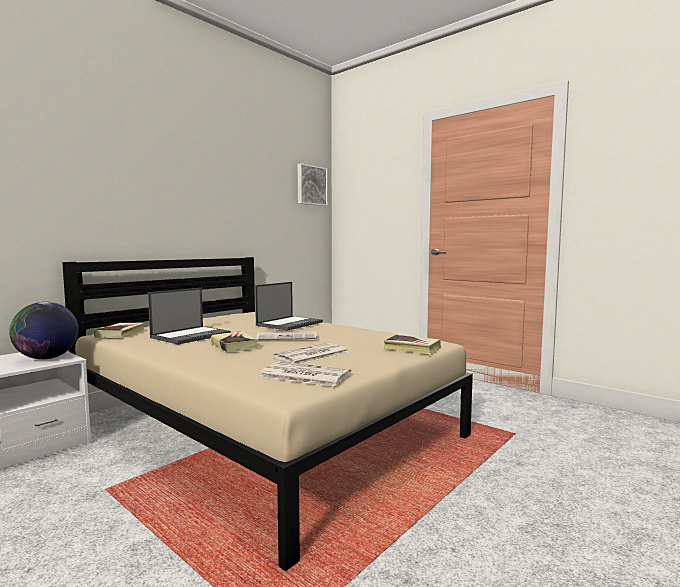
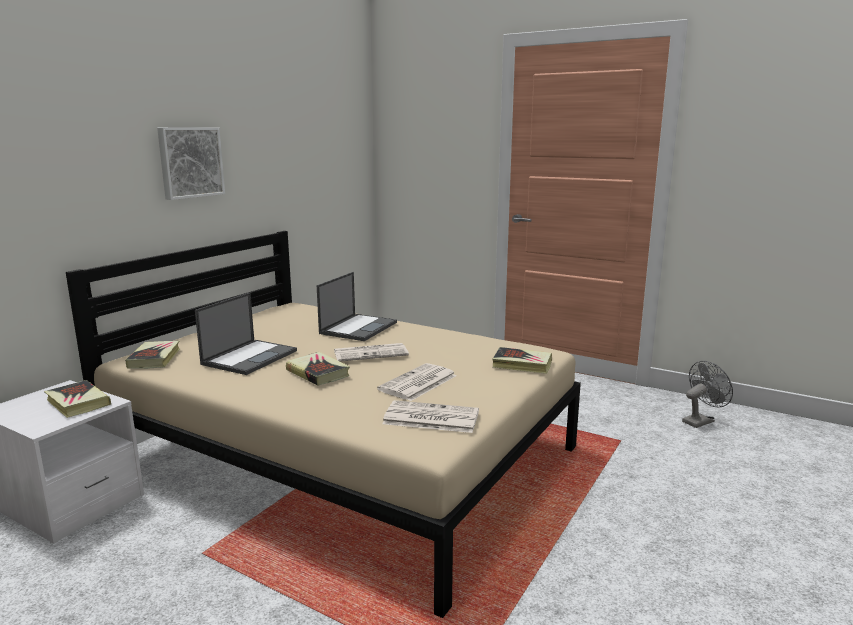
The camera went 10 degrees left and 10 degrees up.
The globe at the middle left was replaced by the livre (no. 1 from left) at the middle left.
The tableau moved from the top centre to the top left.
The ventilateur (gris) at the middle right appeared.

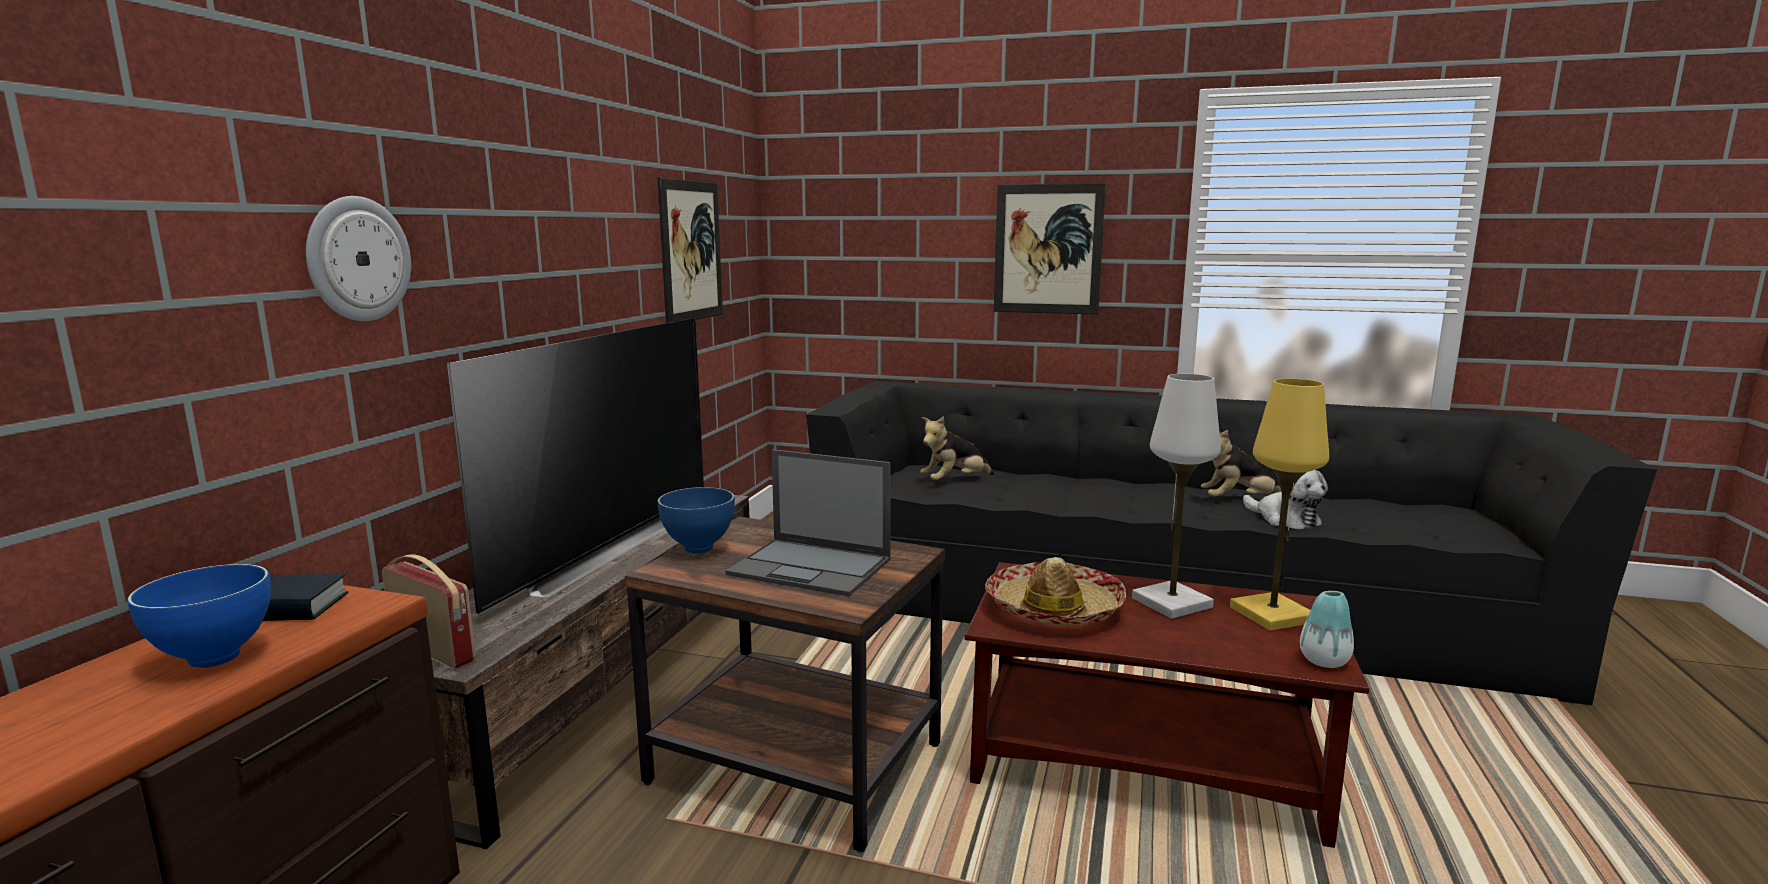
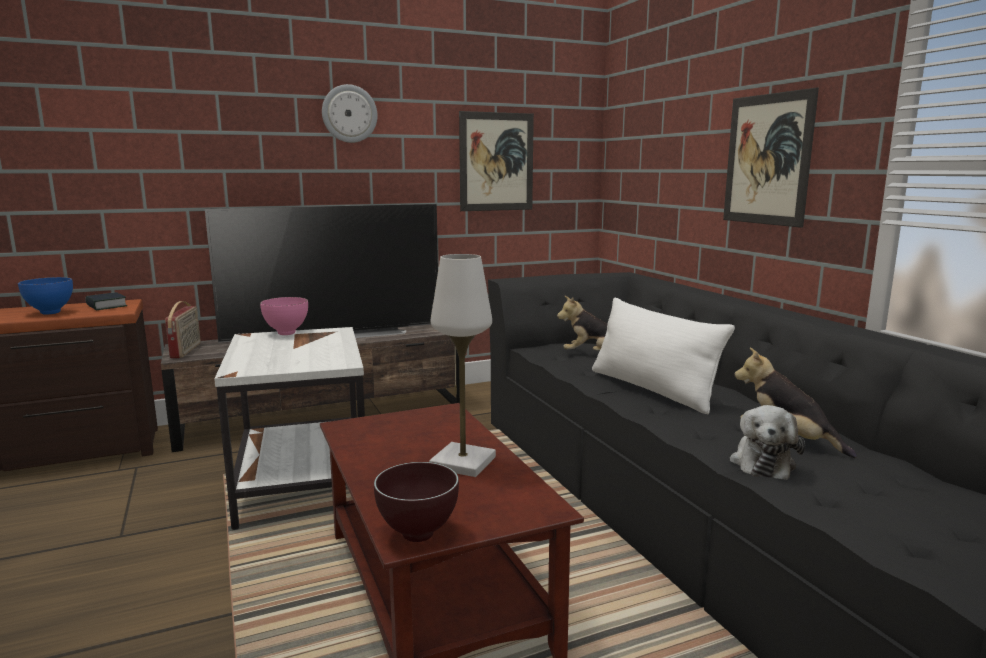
The camera went 50 degrees right and 0 degrees up.
The table d'appoint (marron) at the bottom centre became the table d'appoint (blanc) at the middle left.
The bol (bleu) (no. 2 from left) at the centre became the bol (rose) at the middle left.
The horloge murale moved from the top left to the top centre.
The vase at the bottom right was replaced by the bol (marron) at the bottom centre.
The coussin (blanc) at the middle right appeared.
The ordinateur portable at the centre disappeared.
The chapeau at the bottom centre disappeared.
The lampe de table (jaune) at the middle right disappeared.

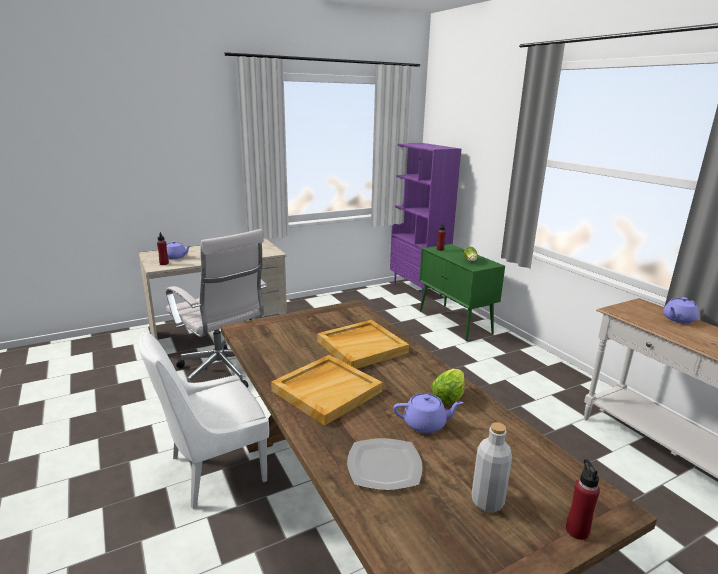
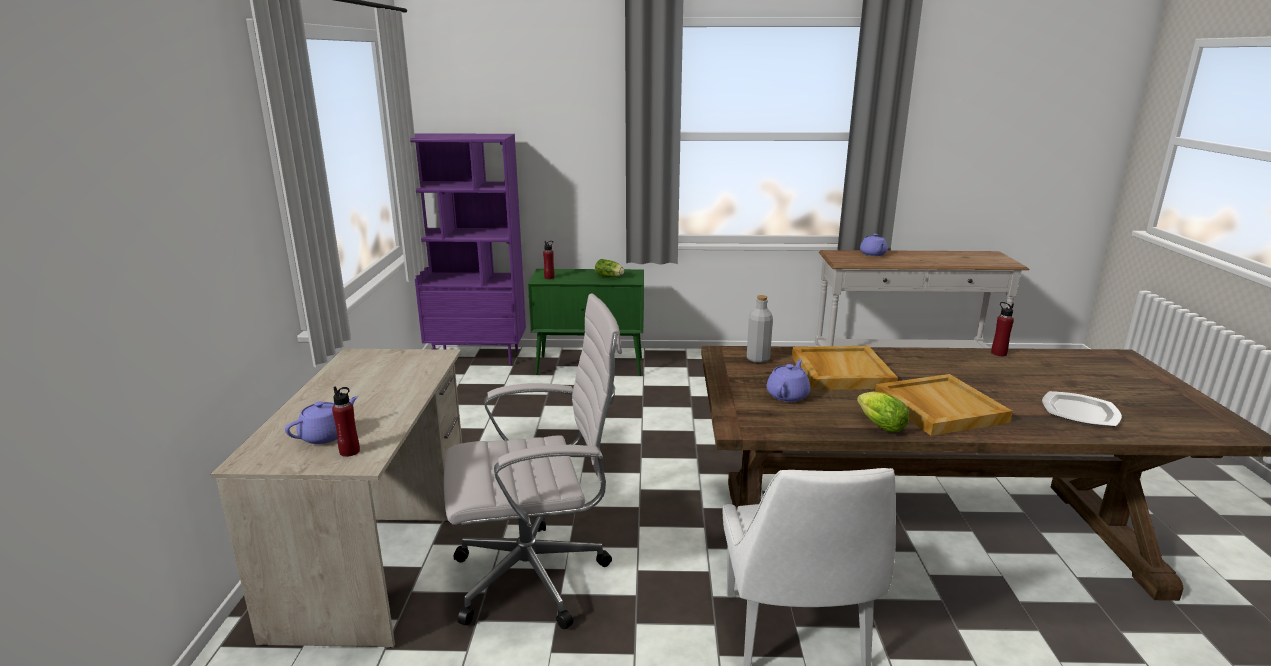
The camera went 60 degrees left and 0 degrees up.
The bouteille (gris) moved from the bottom right to the centre.
The théière (violet) (no. 2 from left) moved from the bottom centre to the centre.
The laitue (no. 1 from left in the first image) moved from the bottom centre to the middle right.
The bouteille (rouge) (no. 3 from left) moved from the bottom right to the middle right.

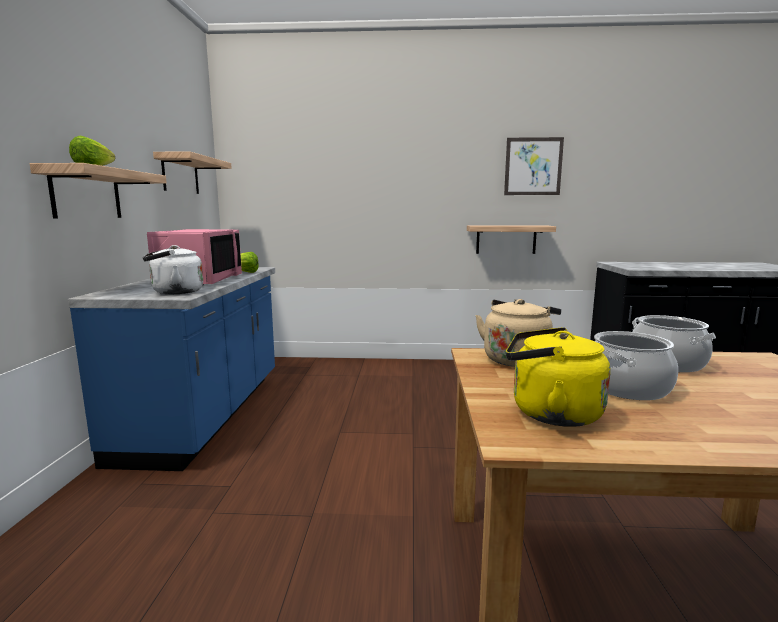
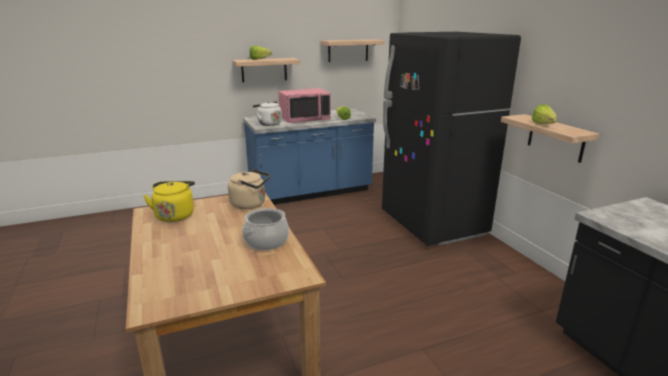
The camera went 65 degrees right and 10 degrees up.
The réfrigérateur (noir) at the middle right appeared.
The laitue (no. 3 from left) at the top right appeared.
The tableau at the top right disappeared.
The marmite (no. 1 from left) at the middle right disappeared.

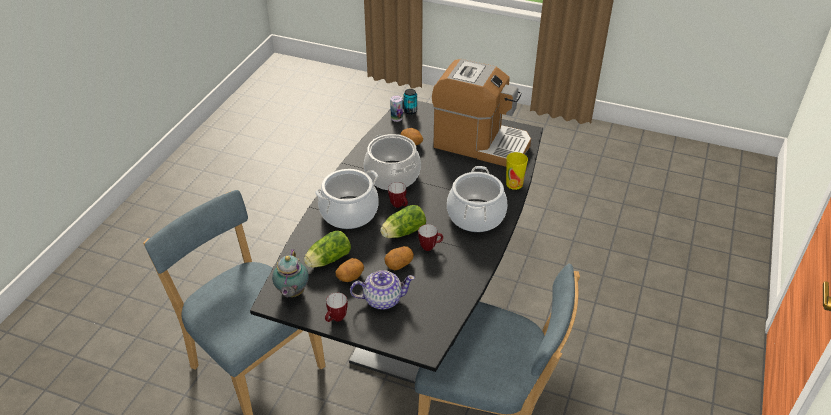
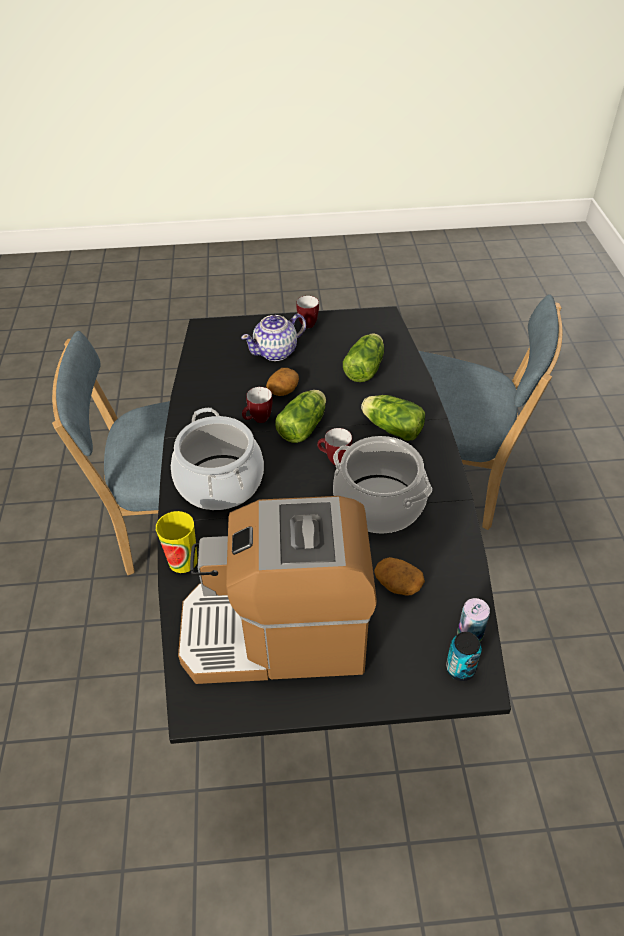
The camera went 155 degrees right and 5 degrees up.
The marmite (no. 1 from left) at the centre was replaced by the laitue (no. 3 from left) at the centre.
The théière (no. 1 from left) at the centre disappeared.
The pomme de terre (no. 1 from left) at the centre disappeared.

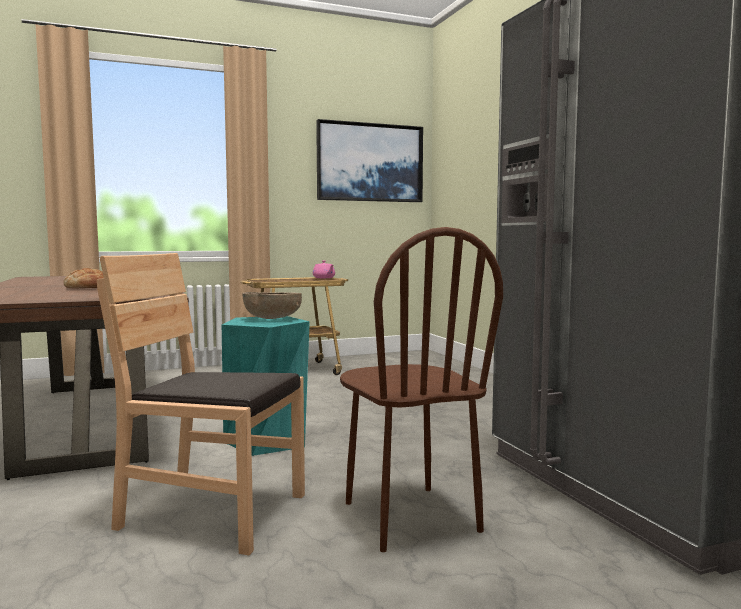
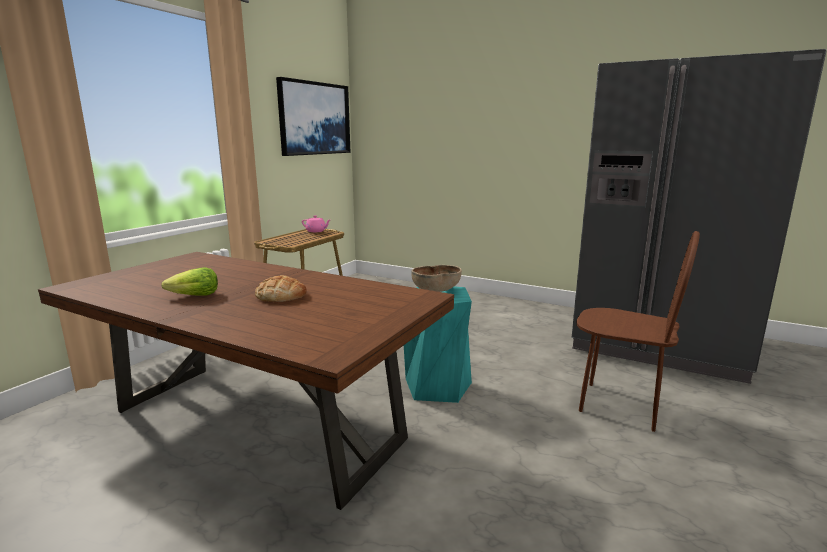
The camera went 40 degrees left and 10 degrees up.
The laitue at the middle left appeared.
The chaise (marron) (no. 1 from left) at the middle left disappeared.

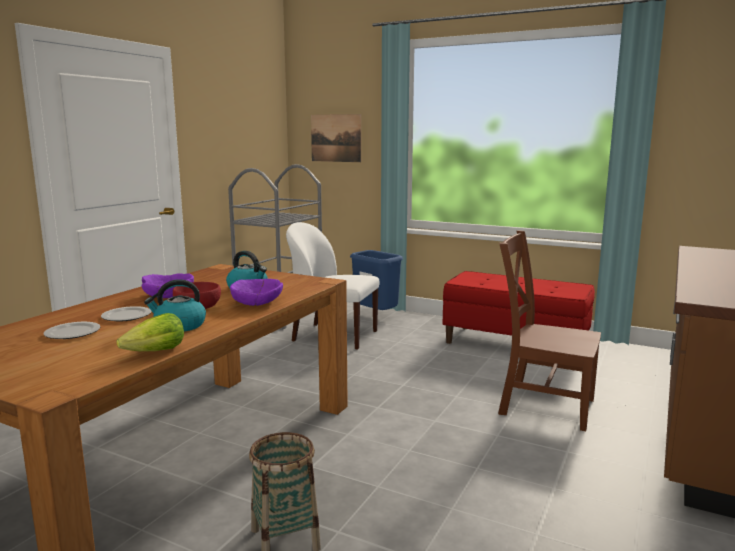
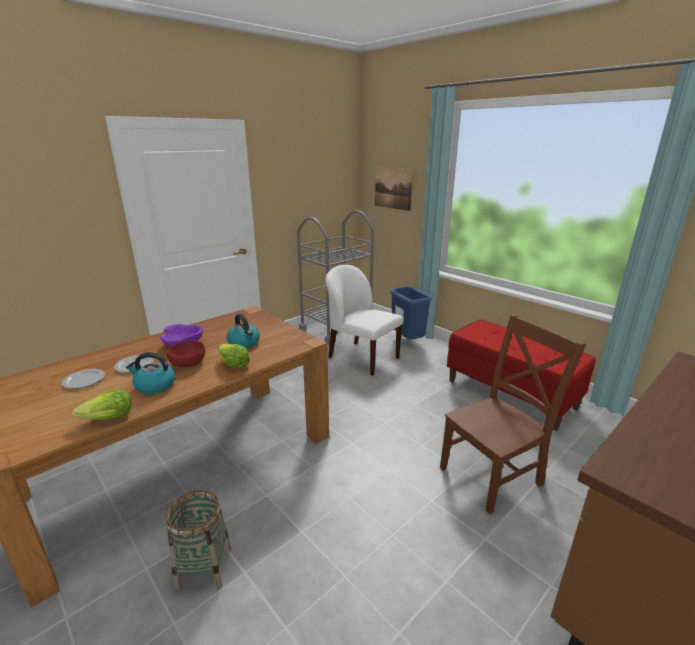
The camera went 20 degrees right and 10 degrees up.
The bol (violet) (no. 2 from left) at the centre was replaced by the laitue (no. 2 from left) at the centre.
The chaise (marron) at the middle right turned 105 degrees clockwise.

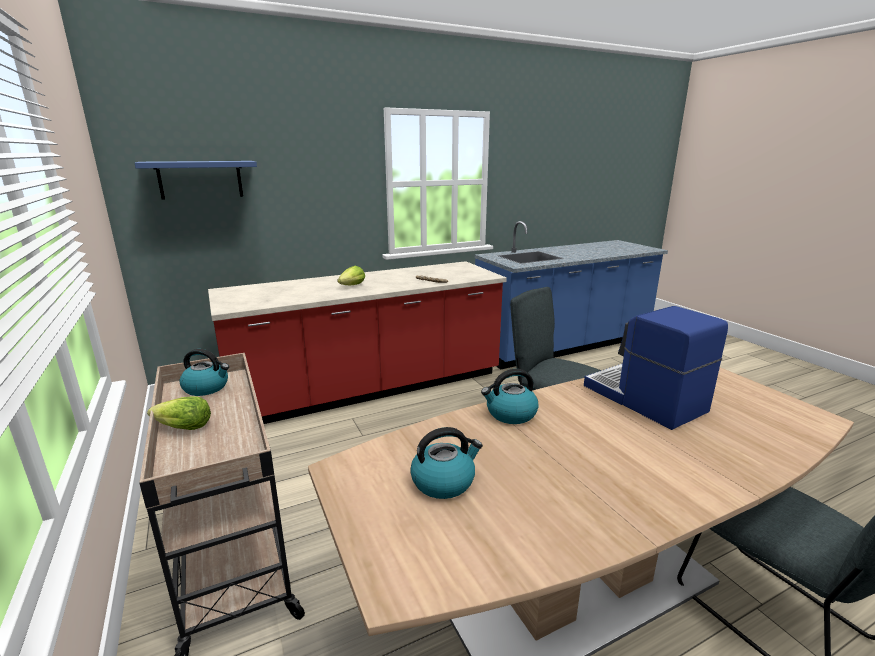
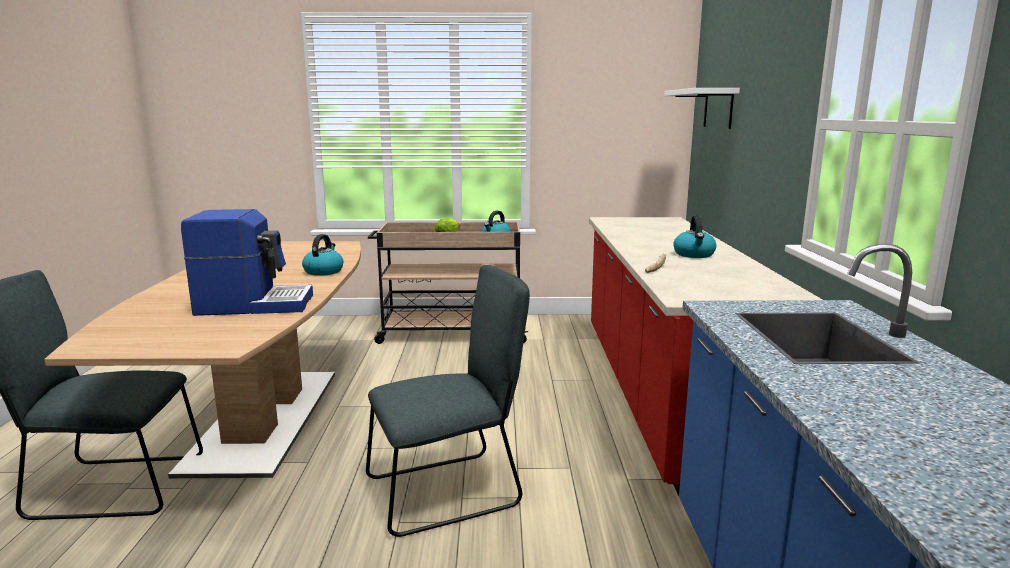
The camera went 115 degrees right and 5 degrees down.
The étagère (bleu) at the top left became the étagère (blanc) at the top right.
The bouilloire (no. 2 from left in the first image) moved from the bottom centre to the middle right.
The laitue (no. 2 from left) at the centre disappeared.

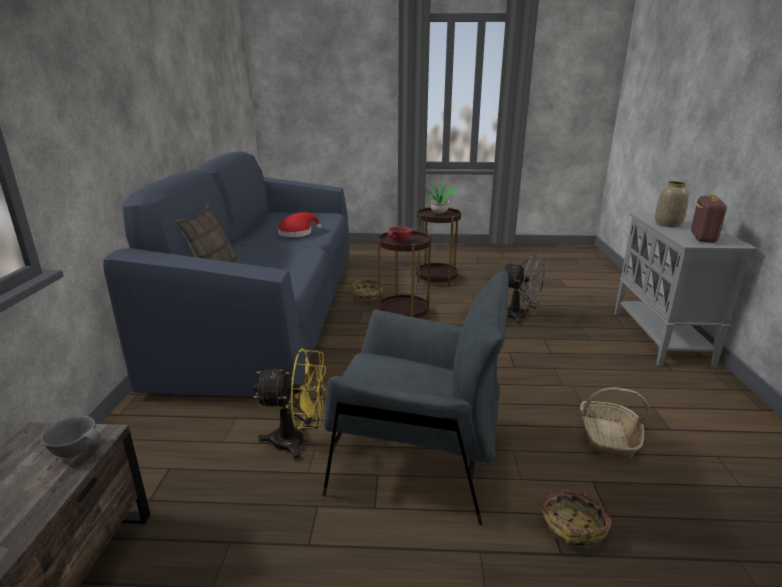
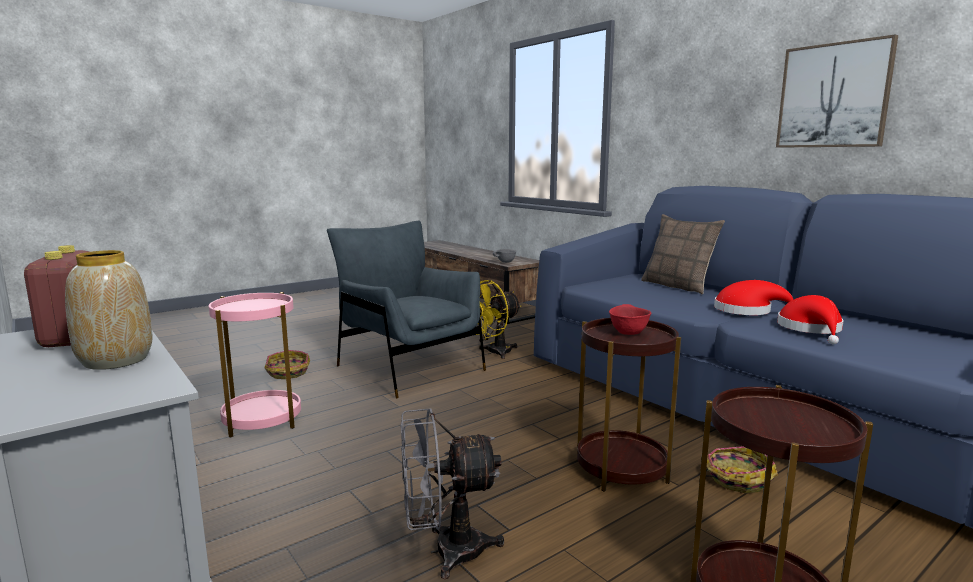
The camera went 140 degrees right and 10 degrees down.
The panier (no. 3 from left) at the bottom right was replaced by the table d'appoint (rose) at the middle left.
The fauteuil (gris) at the bottom centre turned 75 degrees clockwise.
The chapeau (rouge) (no. 1 from left) at the middle right appeared.
The tableau at the top right appeared.
The plante en pot at the centre disappeared.

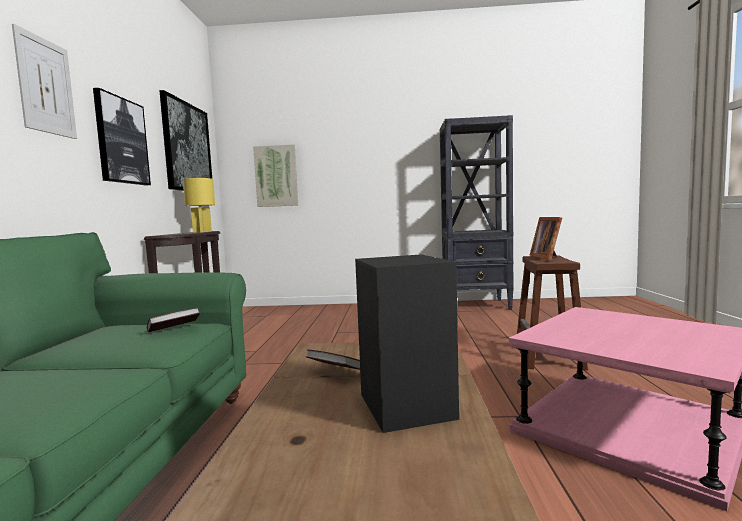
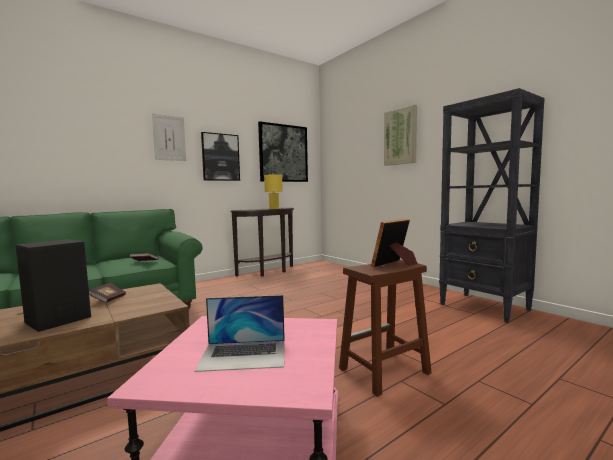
The camera went 50 degrees right and 0 degrees up.
The ordinateur portable at the bottom centre appeared.
The tableau (no. 4 from left) moved from the centre to the top centre.

